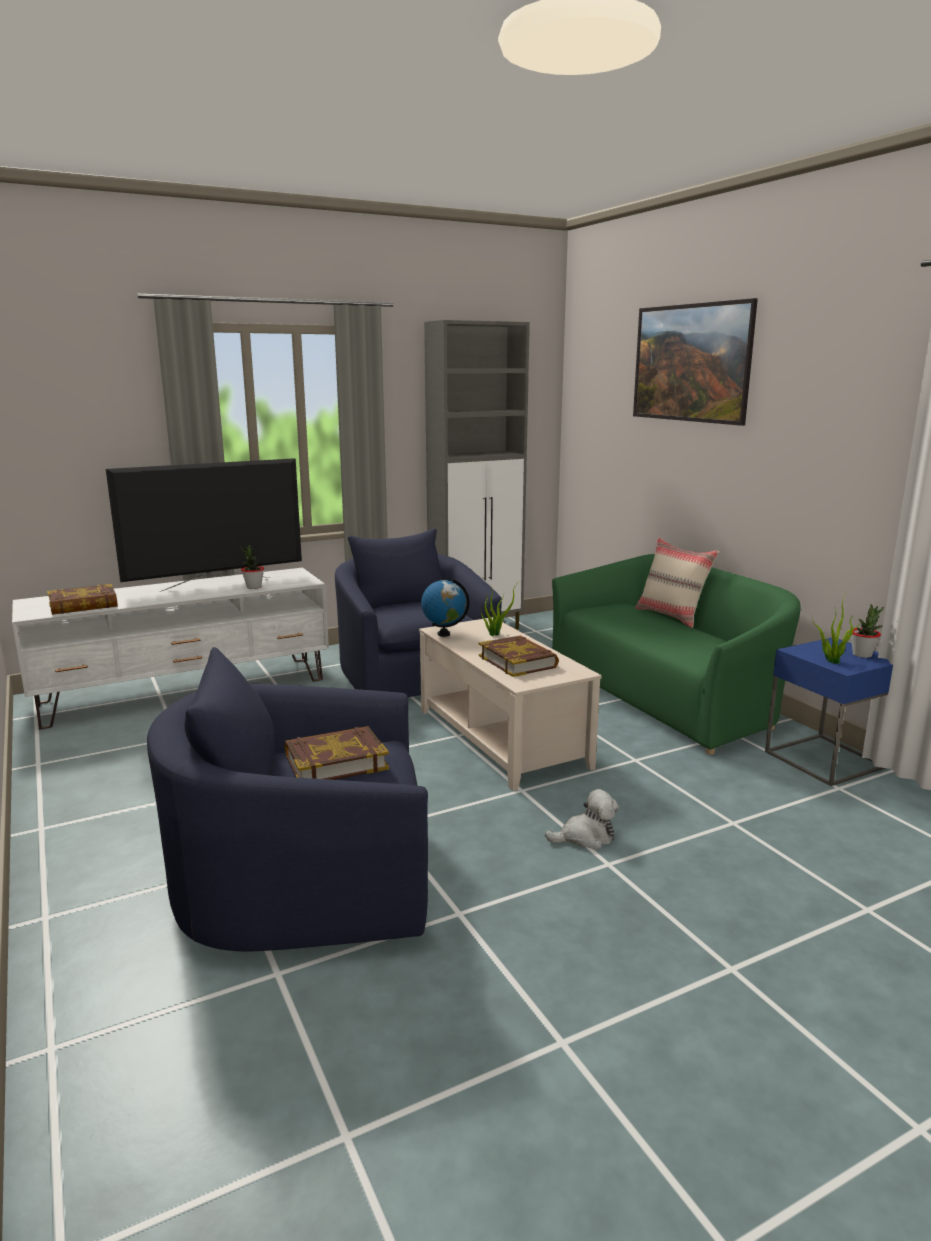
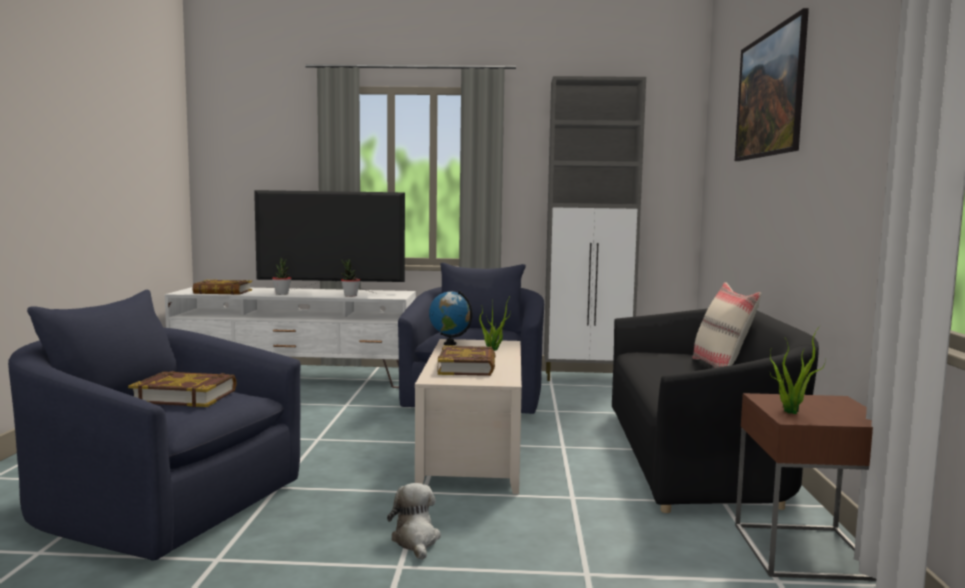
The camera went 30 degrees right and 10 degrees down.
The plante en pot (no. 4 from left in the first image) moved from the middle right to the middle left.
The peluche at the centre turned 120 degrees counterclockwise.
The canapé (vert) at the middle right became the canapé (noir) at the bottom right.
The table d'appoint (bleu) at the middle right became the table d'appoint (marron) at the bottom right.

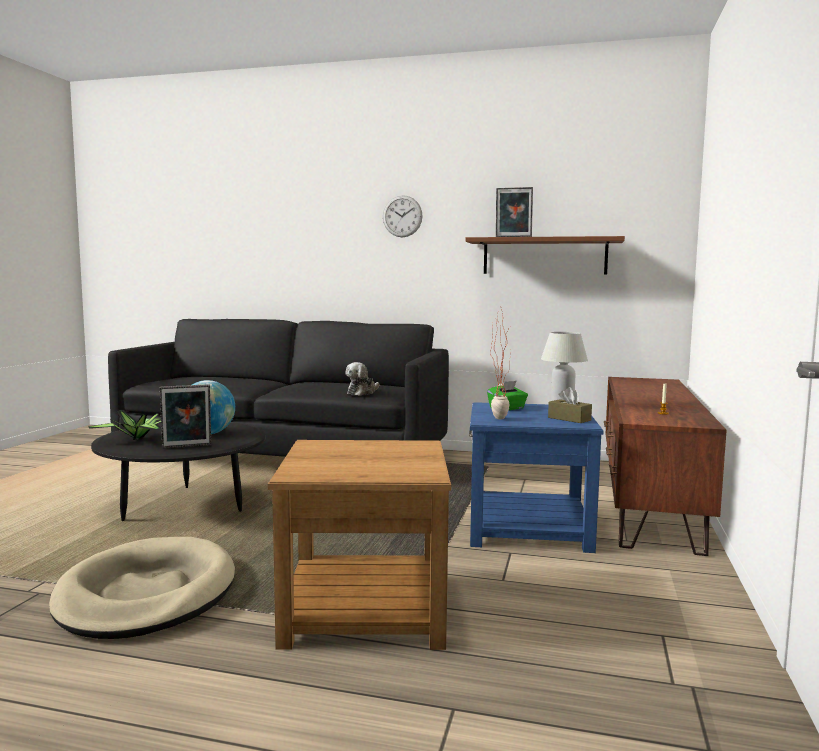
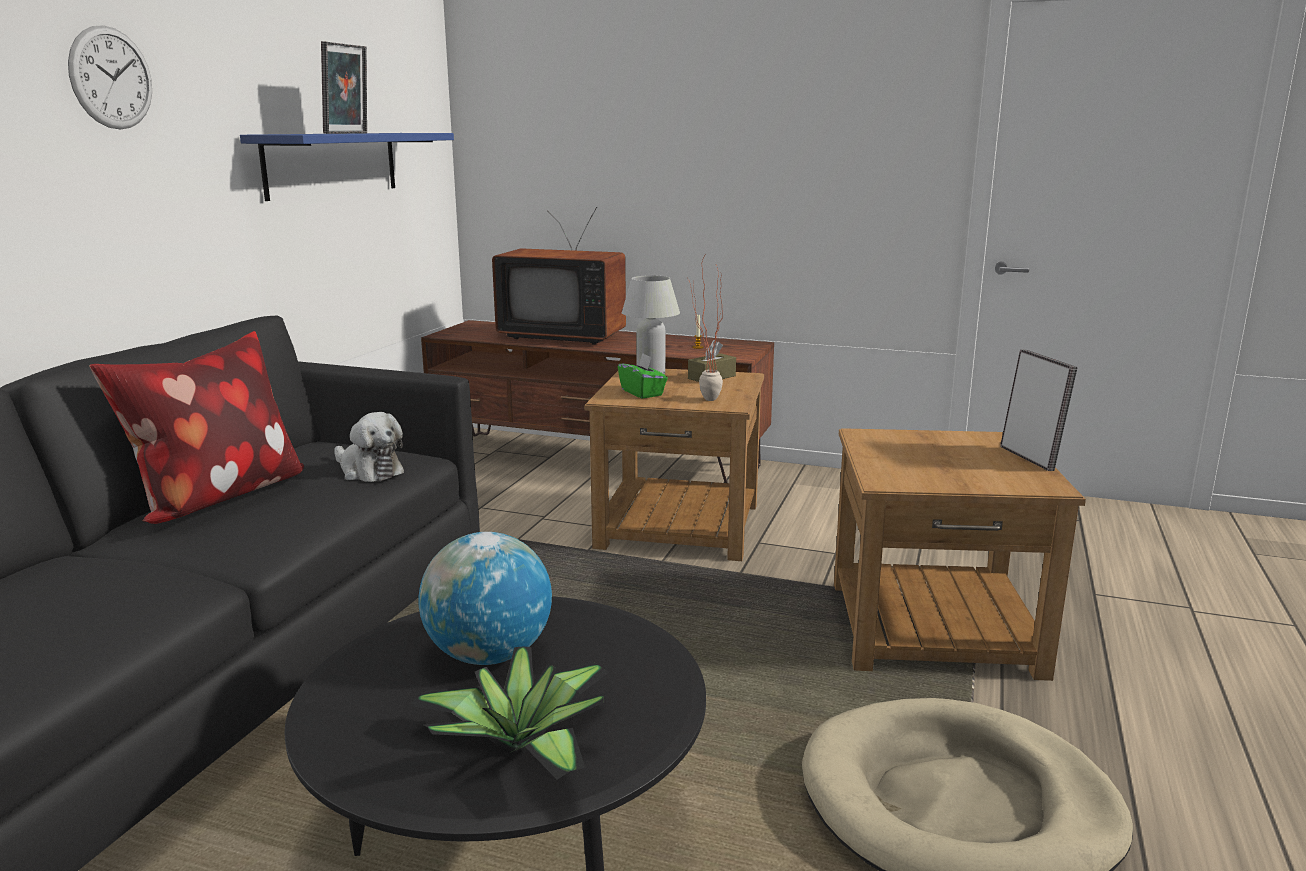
The camera went 85 degrees left and 10 degrees up.
The coussin at the middle left appeared.
The étagère (marron) at the centre became the étagère (bleu) at the top left.
The téléviseur at the top centre appeared.
The table d'appoint (bleu) at the centre became the table d'appoint (marron) (no. 1 from left) at the centre.
The cadre photo (no. 1 from left in the first image) moved from the middle left to the middle right.

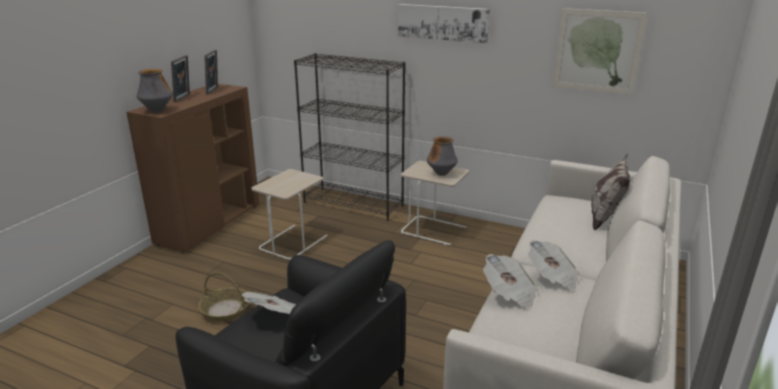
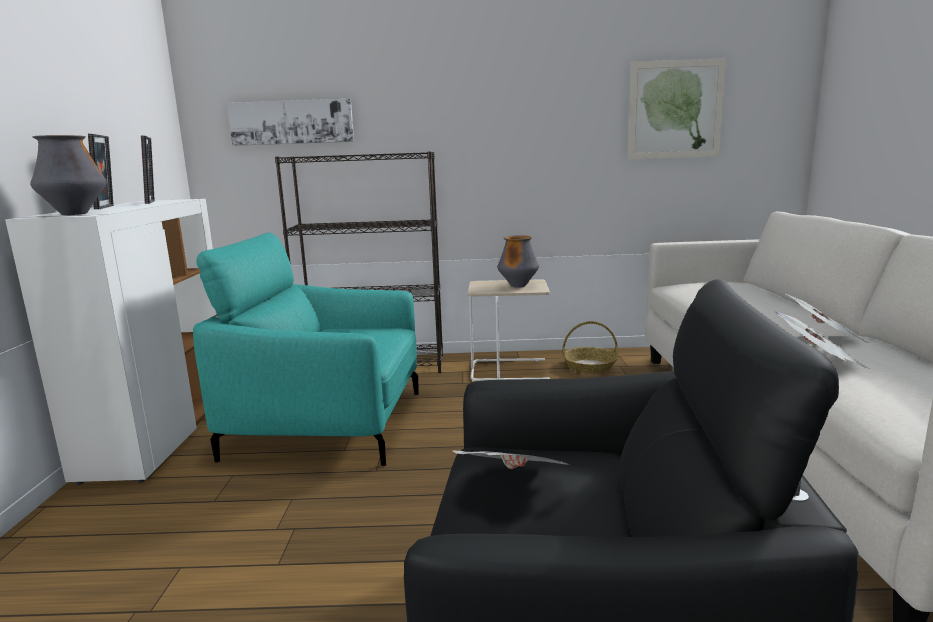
The camera went 25 degrees left and 10 degrees down.
The meuble de rangement (marron) at the middle left became the meuble de rangement (blanc) at the middle left.
The table d'appoint (beige) (no. 1 from left) at the centre was replaced by the fauteuil (turquoise) at the middle left.
The tableau (no. 1 from left) moved from the top centre to the top left.
The panier moved from the bottom left to the centre.
The coussin at the middle right disappeared.

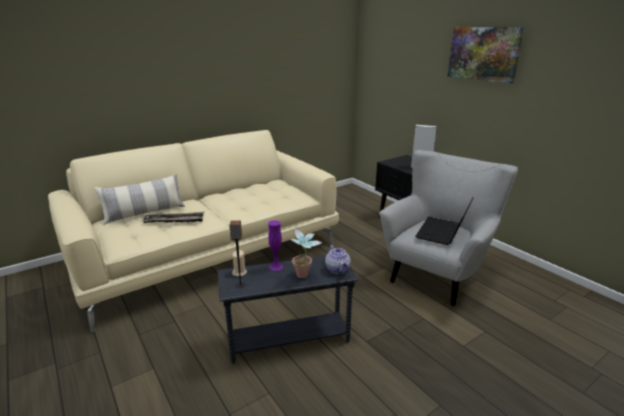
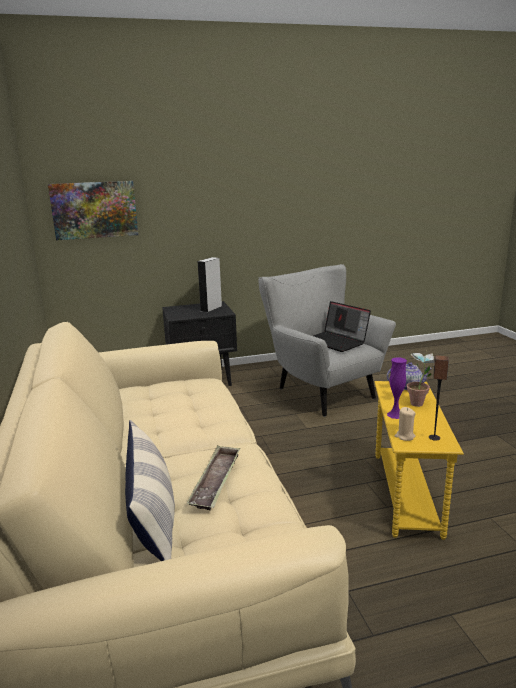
The camera went 70 degrees left and 5 degrees down.
The tableau moved from the top right to the top left.
The table d'appoint (gris) at the bottom centre became the table d'appoint (jaune) at the bottom right.

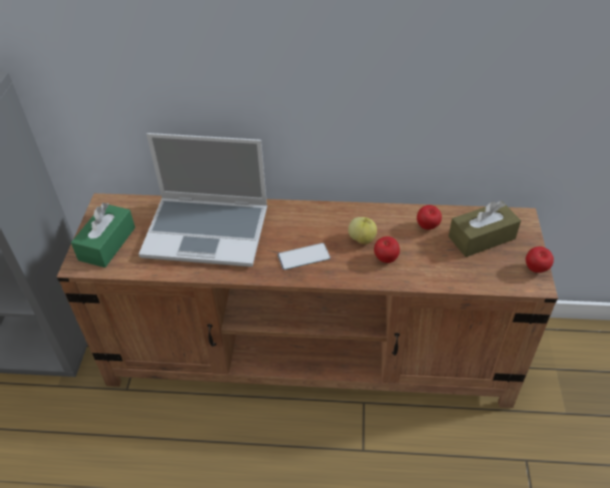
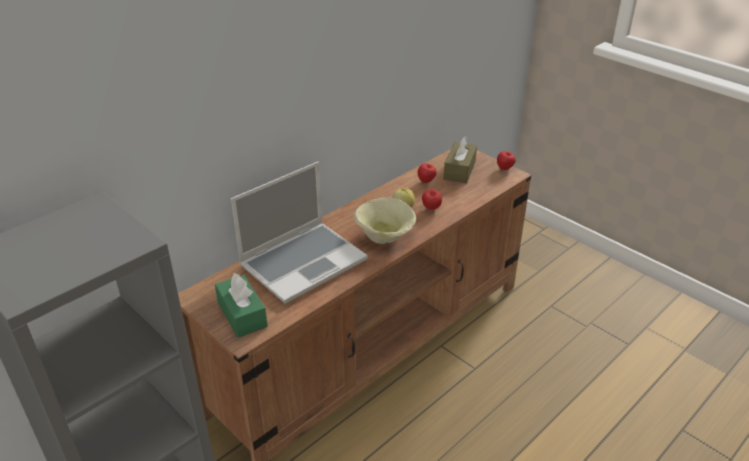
The camera went 50 degrees left and 10 degrees down.
The téléphone at the centre was replaced by the bol (beige) at the centre.

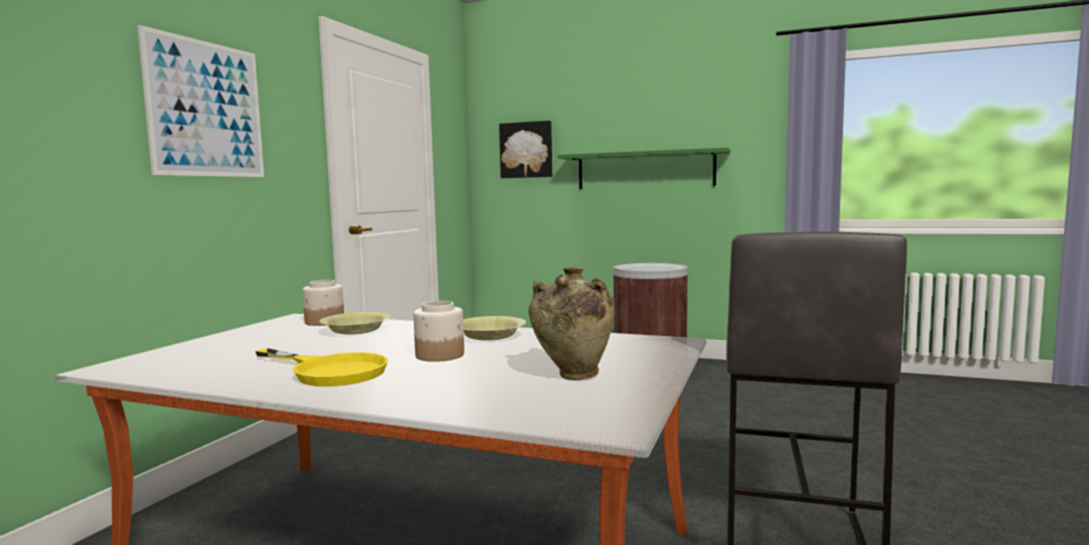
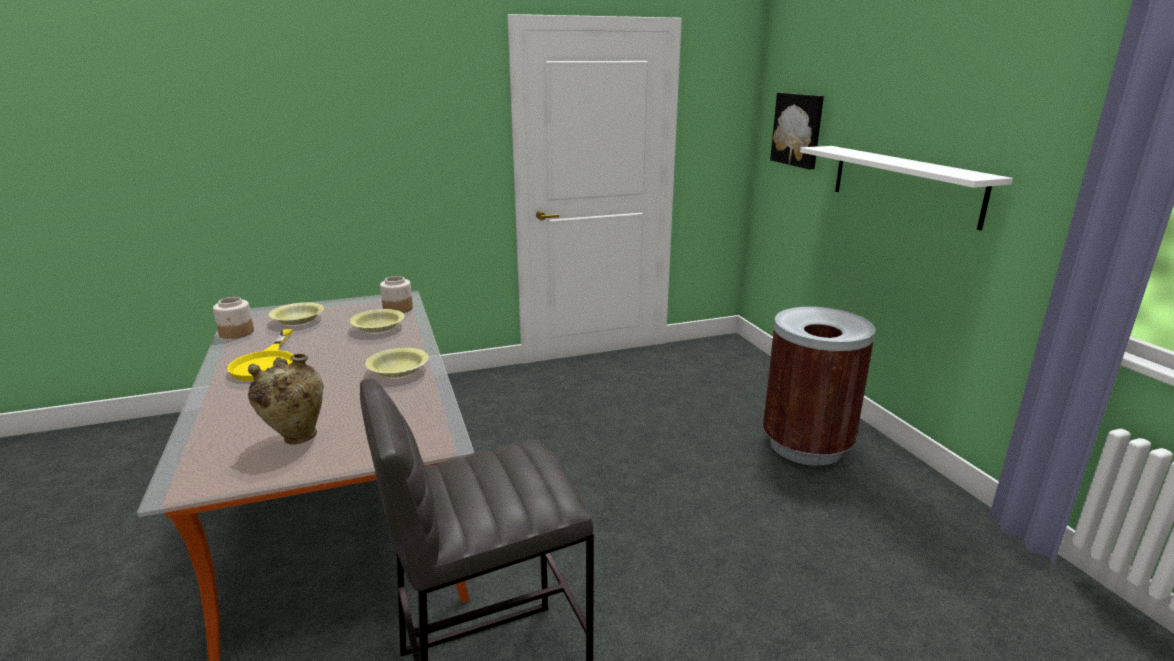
The camera went 50 degrees right and 15 degrees up.
The bocal (no. 2 from left in the first image) moved from the centre to the middle left.
The bol (jaune) (no. 1 from left) at the middle left appeared.
The étagère (vert) at the top centre became the étagère (blanc) at the top right.
The tableau (no. 1 from left) at the top left disappeared.

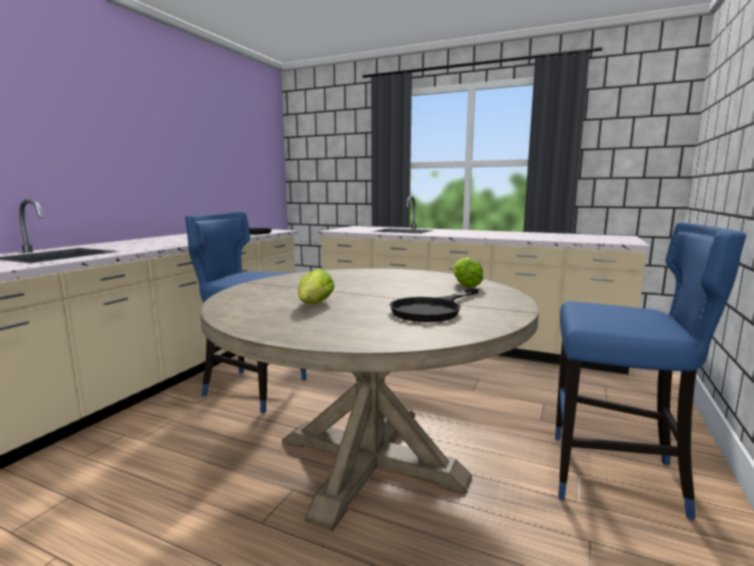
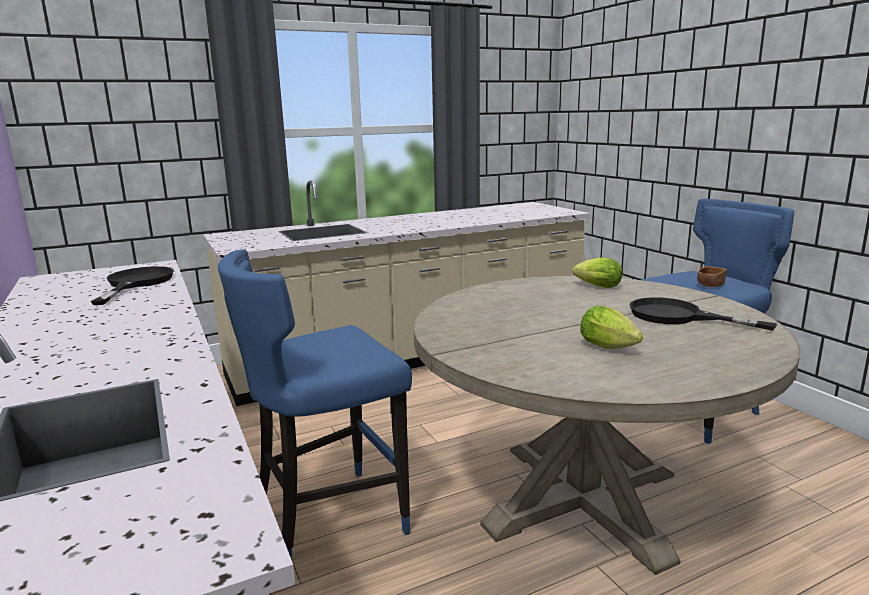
The camera went 50 degrees left and 5 degrees up.
The poêle (noir) (no. 2 from left) at the centre turned 135 degrees clockwise.
The bol (marron) at the middle right appeared.

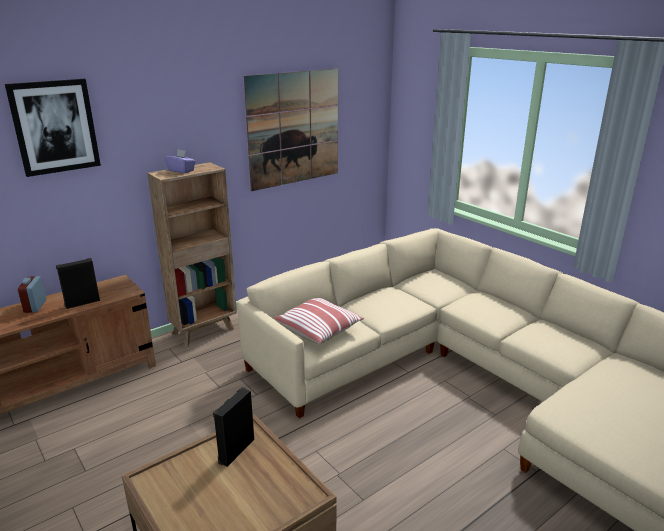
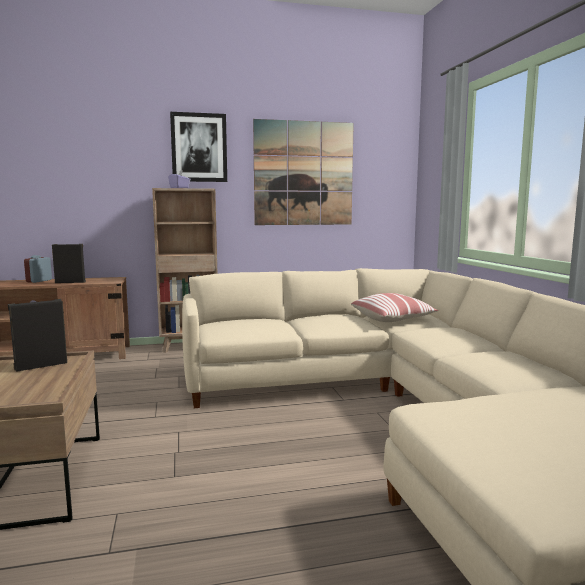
The camera went 25 degrees right and 15 degrees down.
The tableau (no. 1 from left) moved from the top left to the top centre.
The coussin moved from the centre to the middle right.

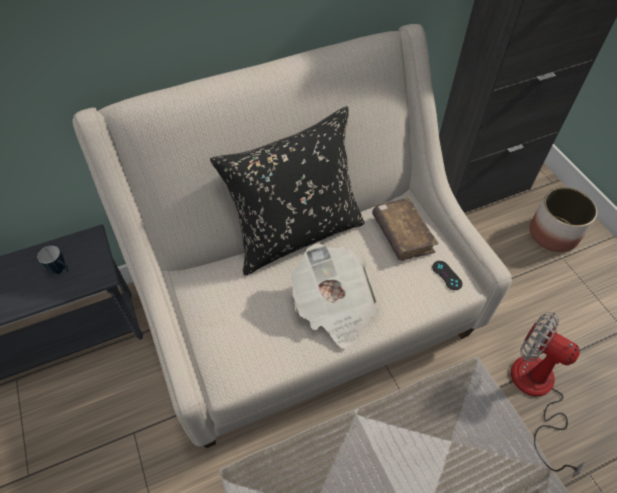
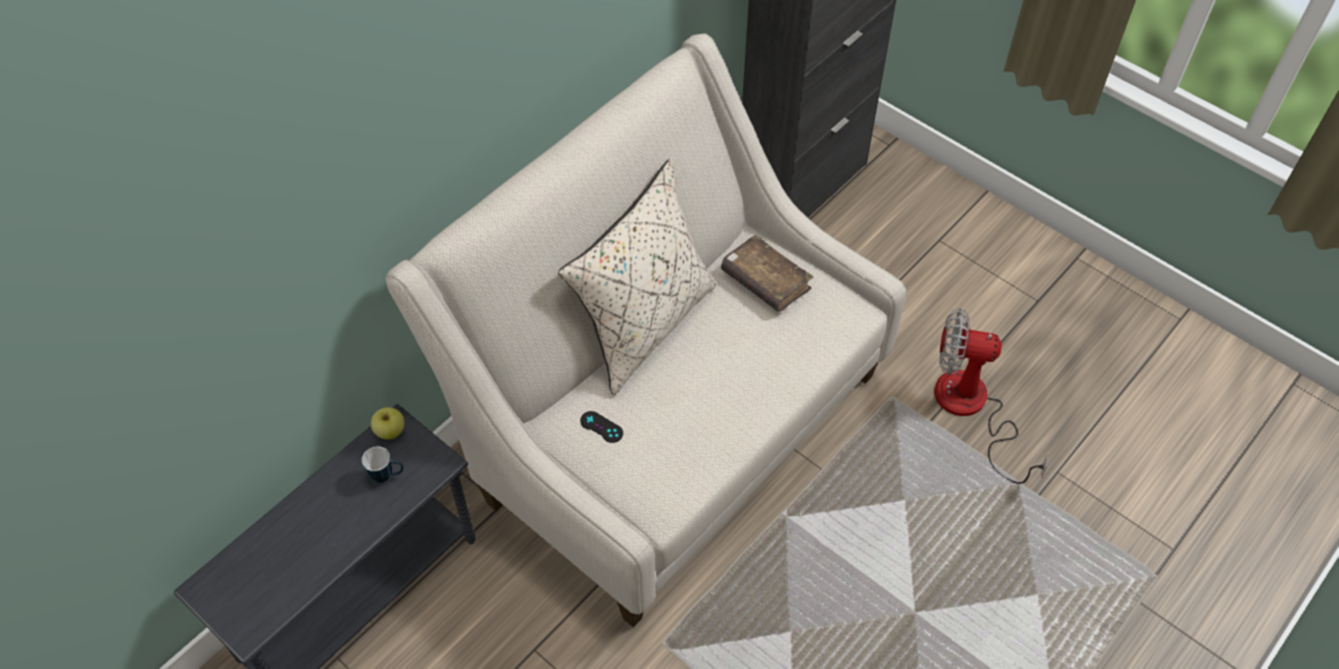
The camera went 25 degrees left and 0 degrees up.
The pomme at the middle left appeared.
The coussin (noir) at the centre became the coussin (beige) at the centre.
The manette (noir) moved from the middle right to the centre.
The journal at the centre disappeared.
The cache-pot at the middle right disappeared.

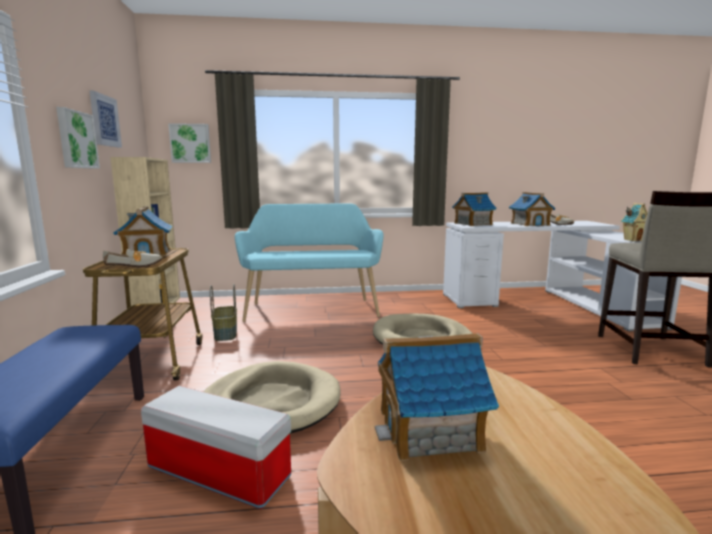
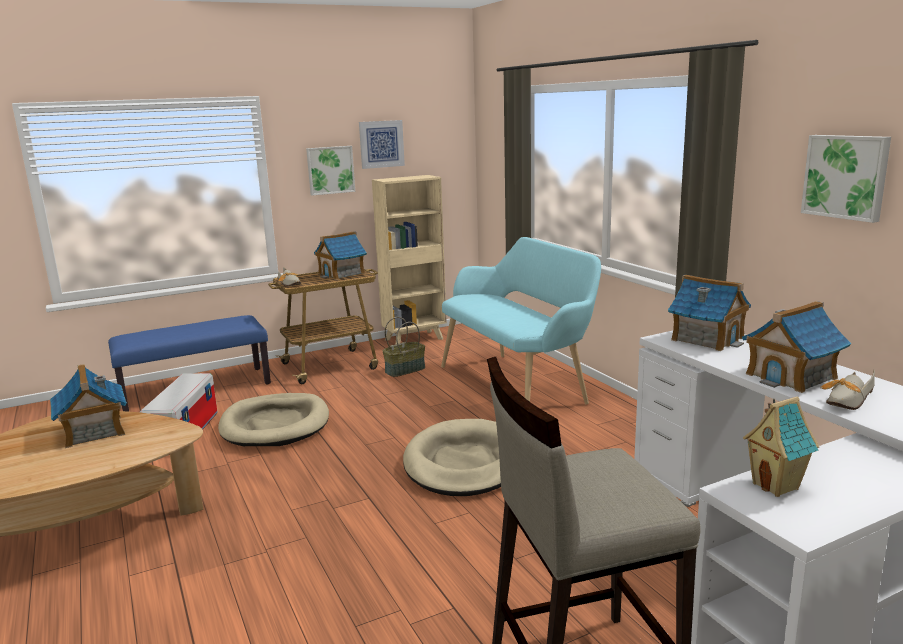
The camera went 70 degrees right and 5 degrees up.
The tableau (no. 3 from left) moved from the top left to the top right.

